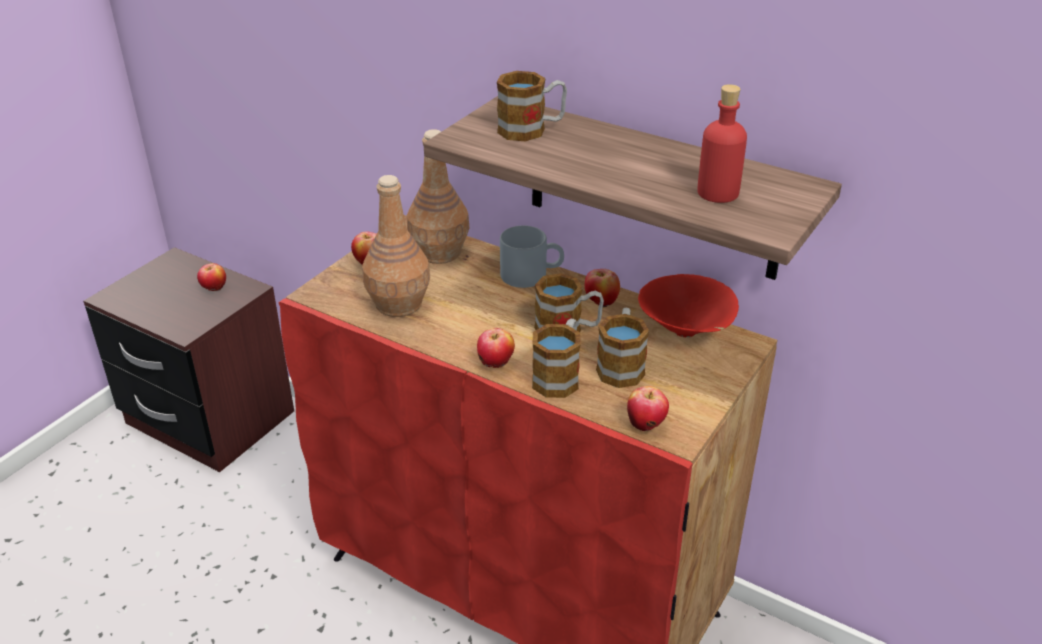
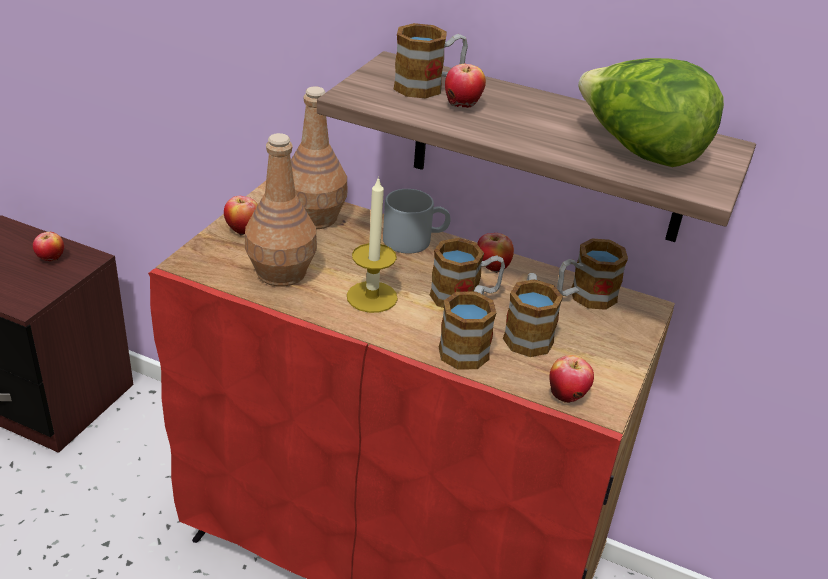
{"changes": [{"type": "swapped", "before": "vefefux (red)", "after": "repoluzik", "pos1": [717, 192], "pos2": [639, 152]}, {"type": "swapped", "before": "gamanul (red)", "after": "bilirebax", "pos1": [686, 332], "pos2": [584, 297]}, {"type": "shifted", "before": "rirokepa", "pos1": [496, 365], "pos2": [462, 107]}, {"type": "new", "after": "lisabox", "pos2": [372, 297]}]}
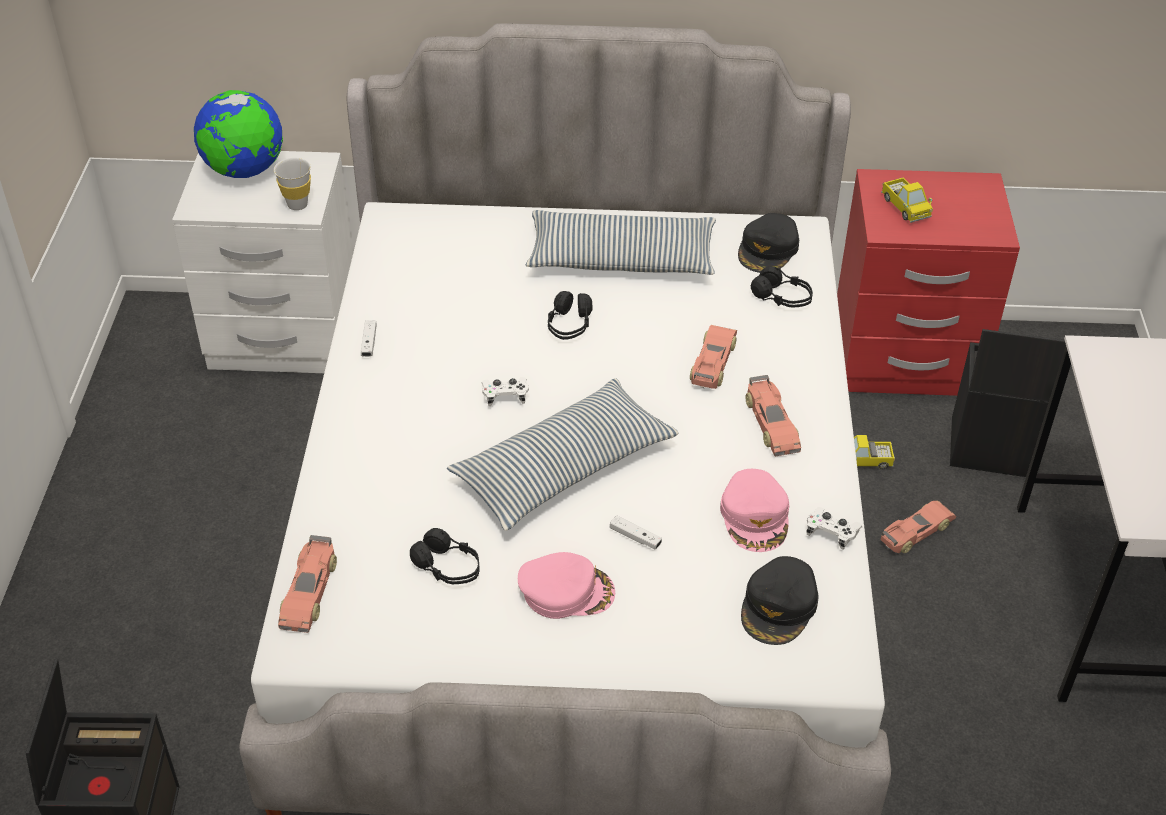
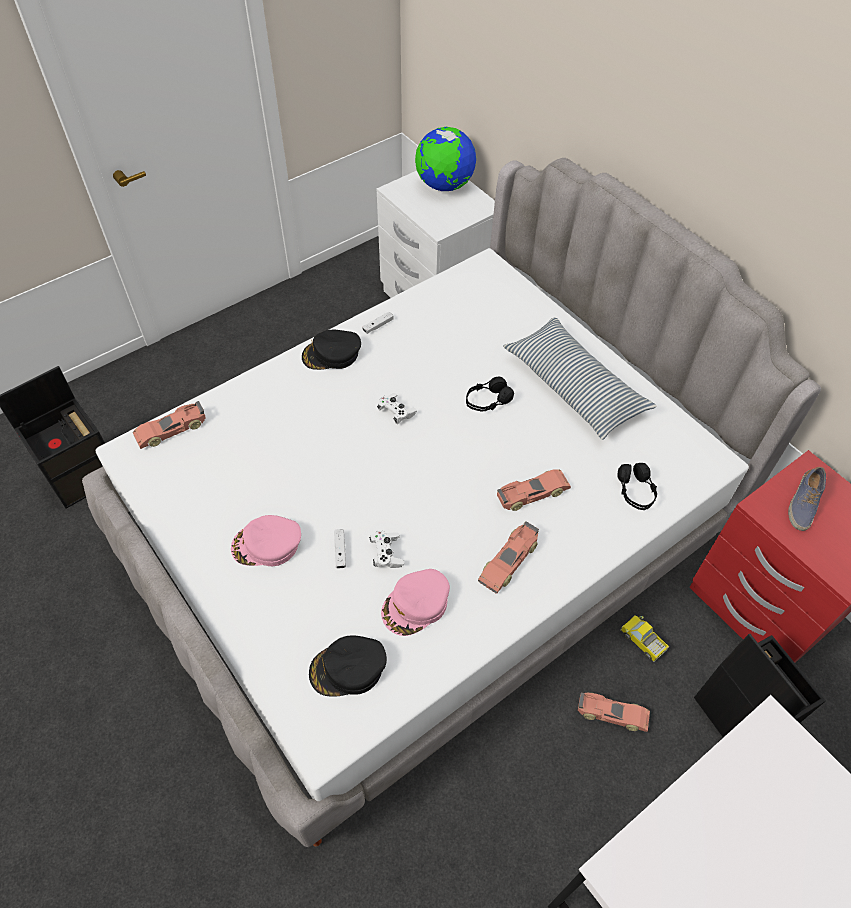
{"changes": [{"type": "gone", "before": "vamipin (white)", "pos1": [297, 204]}, {"type": "swapped", "before": "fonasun", "after": "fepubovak", "pos1": [905, 207], "pos2": [802, 503]}, {"type": "shifted", "before": "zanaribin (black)", "pos1": [768, 249], "pos2": [332, 354]}, {"type": "gone", "before": "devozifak", "pos1": [563, 468]}, {"type": "shifted", "before": "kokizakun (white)", "pos1": [831, 534], "pos2": [386, 553]}, {"type": "gone", "before": "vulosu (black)", "pos1": [448, 567]}, {"type": "rotated", "before": "zanaribin (pink)", "pos1": [566, 591], "pos2": [267, 545], "turn": 120}]}
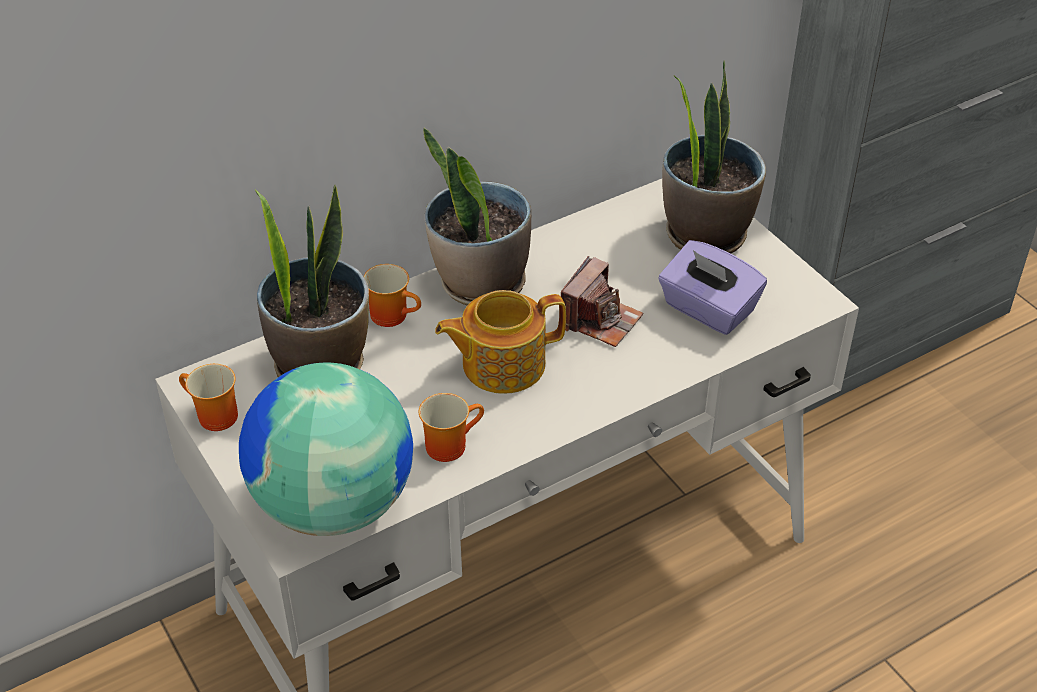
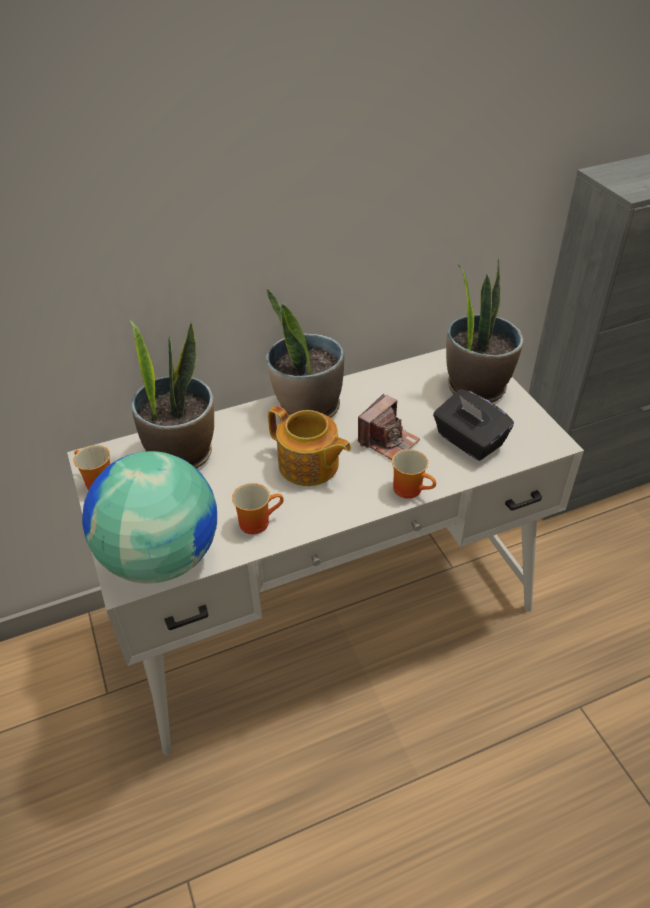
{"changes": [{"type": "repainted", "before": "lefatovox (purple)", "after": "lefatovox (black)", "pos1": [708, 310], "pos2": [468, 441]}, {"type": "shifted", "before": "bilirebax", "pos1": [394, 315], "pos2": [411, 488]}, {"type": "rotated", "before": "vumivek", "pos1": [501, 364], "pos2": [309, 466], "turn": -135}]}
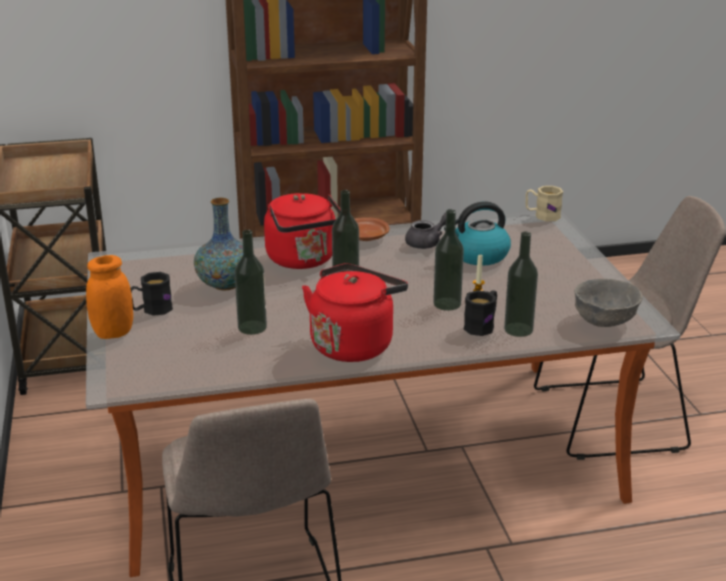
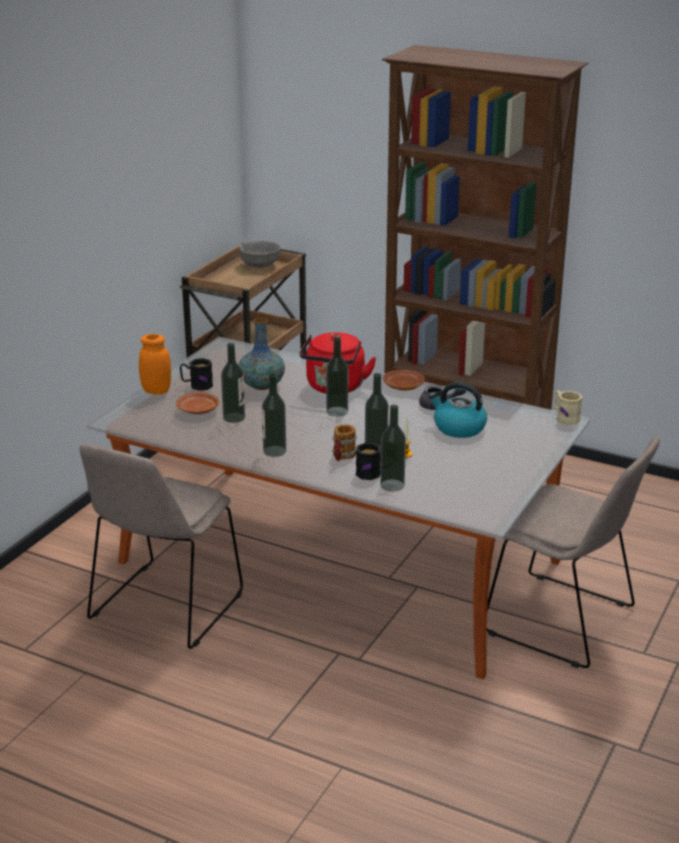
{"changes": [{"type": "swapped", "before": "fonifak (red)", "after": "vefefux", "pos1": [354, 344], "pos2": [274, 451]}, {"type": "shifted", "before": "gamanul (grey)", "pos1": [605, 321], "pos2": [259, 265]}, {"type": "new", "after": "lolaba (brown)", "pos2": [198, 410]}, {"type": "new", "after": "bilirebax", "pos2": [342, 456]}]}
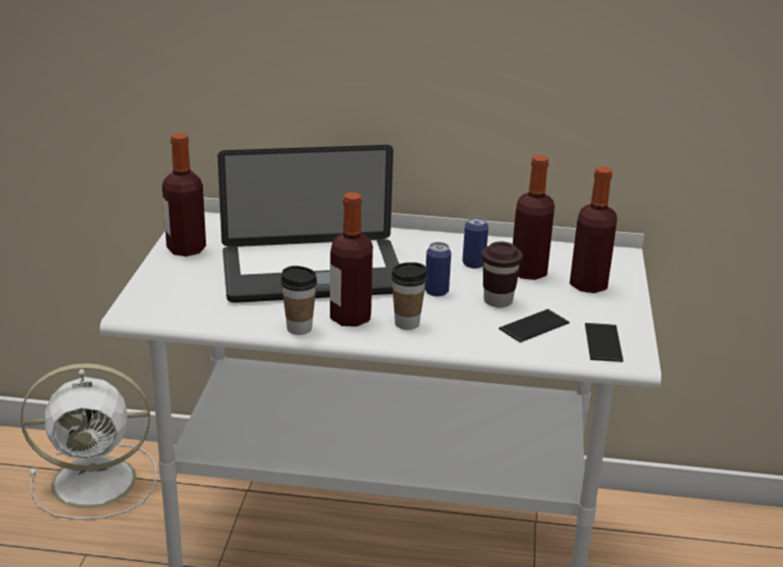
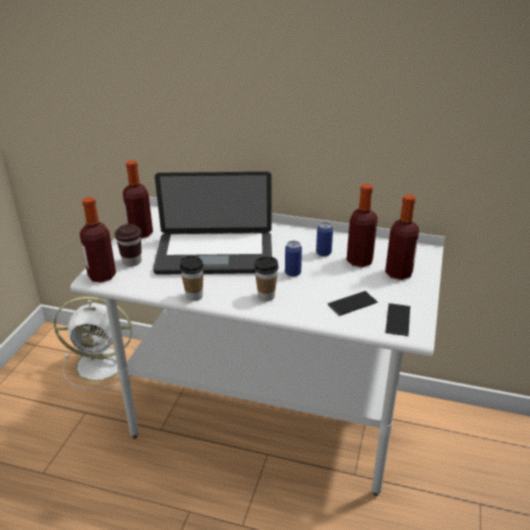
{"changes": [{"type": "shifted", "before": "vefefux", "pos1": [350, 318], "pos2": [102, 276]}, {"type": "shifted", "before": "vamipin (brown)", "pos1": [498, 301], "pos2": [132, 261]}]}
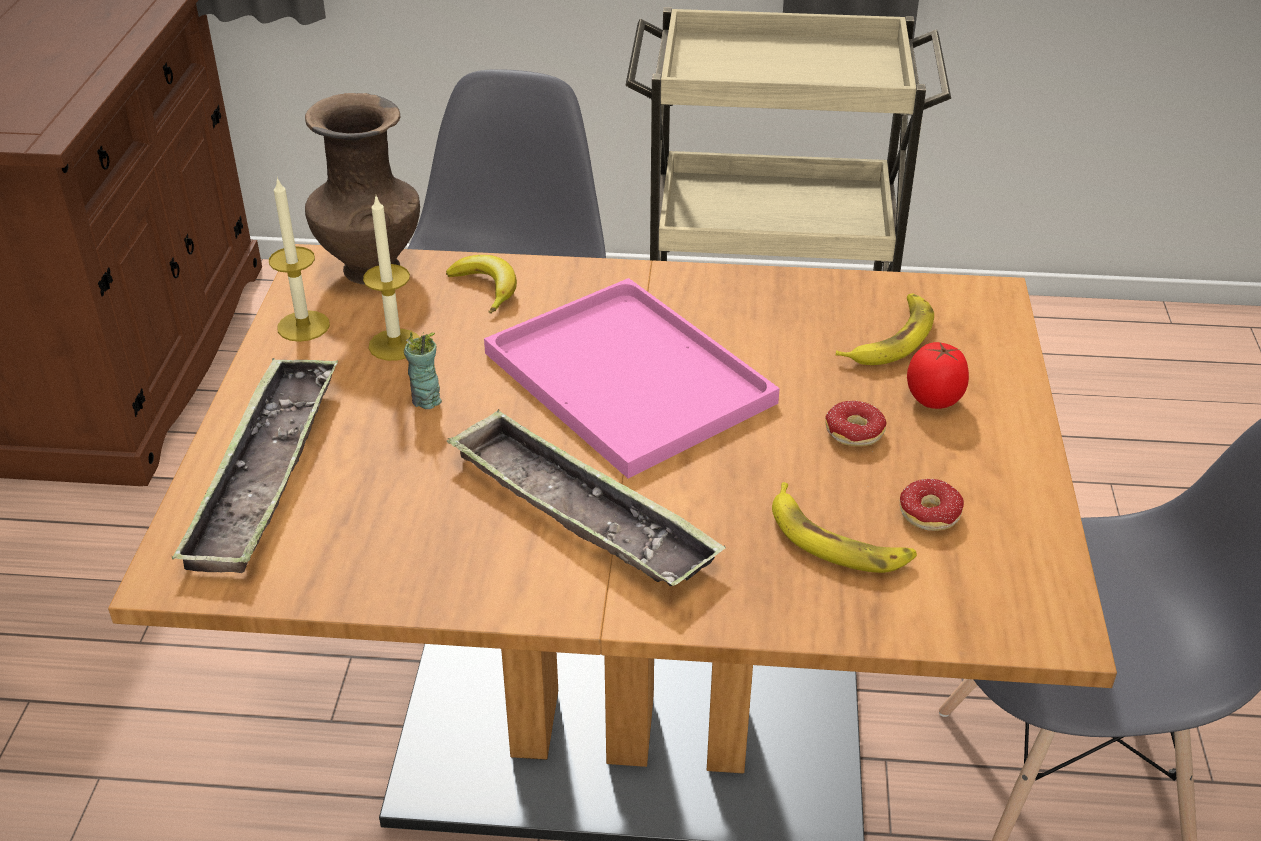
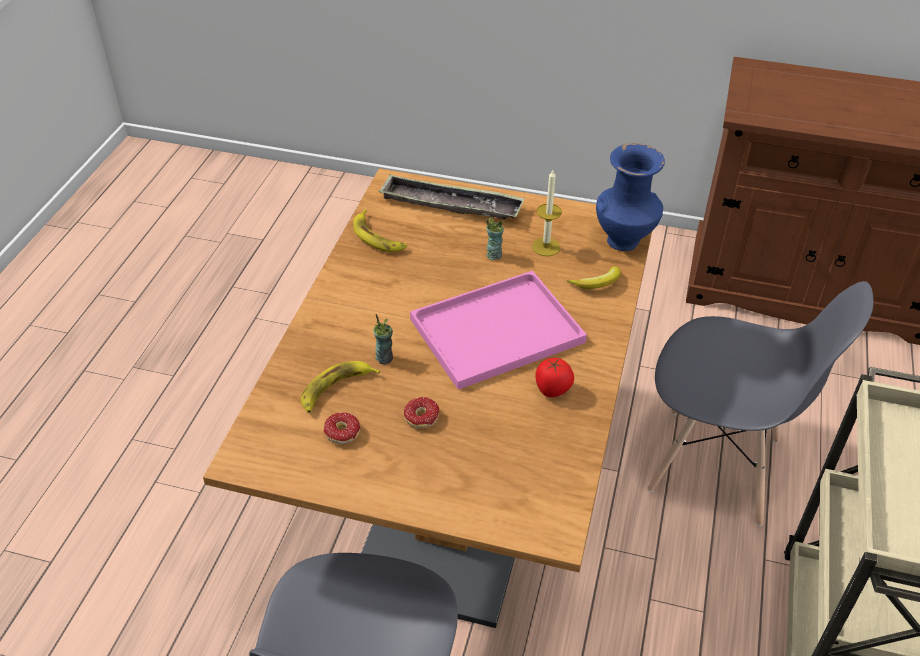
{"changes": [{"type": "repainted", "before": "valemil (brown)", "after": "valemil (blue)", "pos1": [370, 268], "pos2": [625, 240]}, {"type": "gone", "before": "lisabox", "pos1": [303, 326]}, {"type": "shifted", "before": "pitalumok", "pos1": [891, 338], "pos2": [378, 237]}, {"type": "shifted", "before": "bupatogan", "pos1": [934, 399], "pos2": [553, 390]}, {"type": "gone", "before": "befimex", "pos1": [580, 511]}, {"type": "new", "after": "vamipin", "pos2": [384, 358]}]}
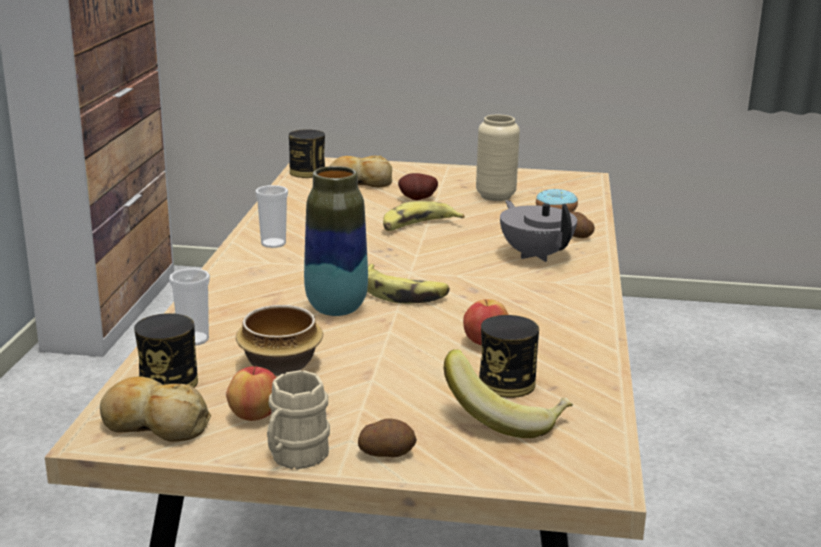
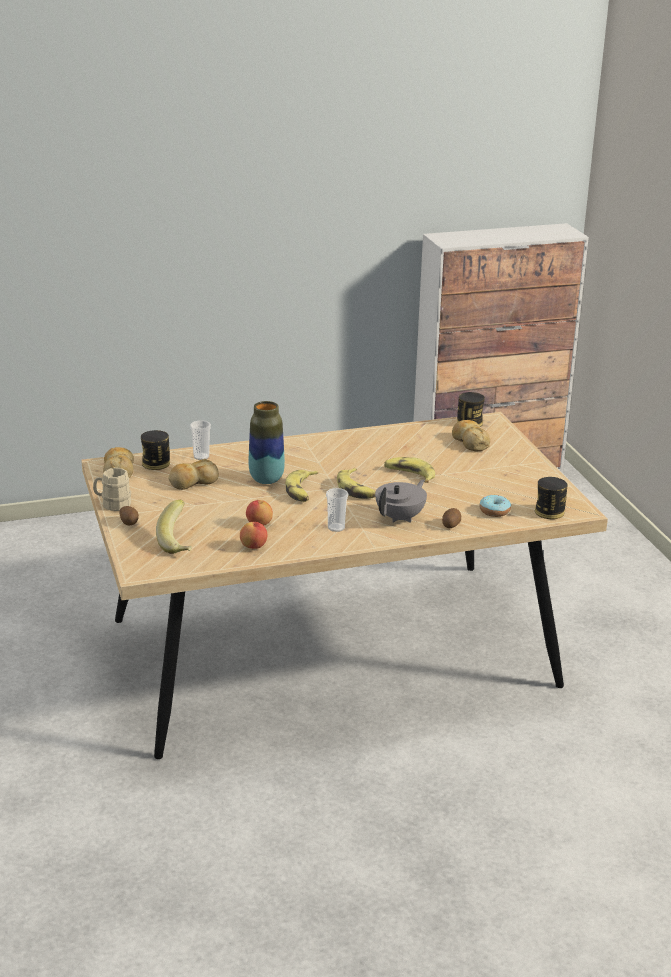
{"changes": [{"type": "gone", "before": "valemil (beige)", "pos1": [495, 196]}, {"type": "gone", "before": "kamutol", "pos1": [418, 200]}, {"type": "shifted", "before": "vamipin", "pos1": [273, 243], "pos2": [336, 528]}, {"type": "swapped", "before": "gamanul", "after": "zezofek", "pos1": [282, 364], "pos2": [193, 482]}, {"type": "shifted", "before": "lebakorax", "pos1": [506, 383], "pos2": [549, 512]}, {"type": "shifted", "before": "rirokepa", "pos1": [254, 416], "pos2": [254, 546]}, {"type": "new", "after": "pitalumok", "pos2": [356, 489]}]}
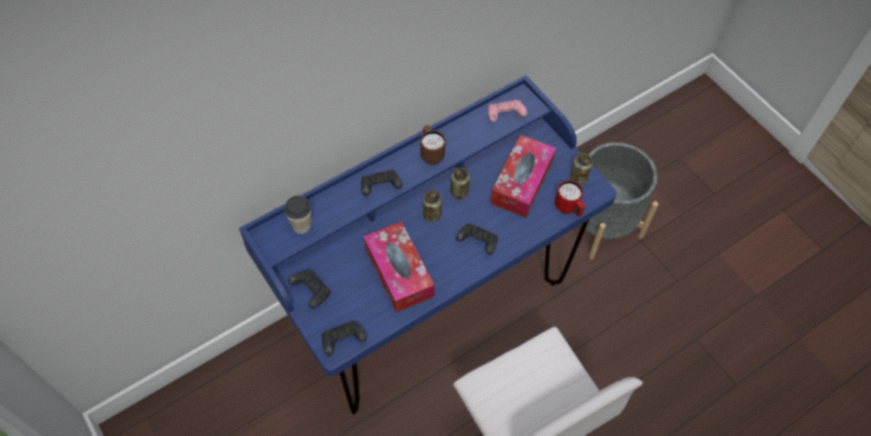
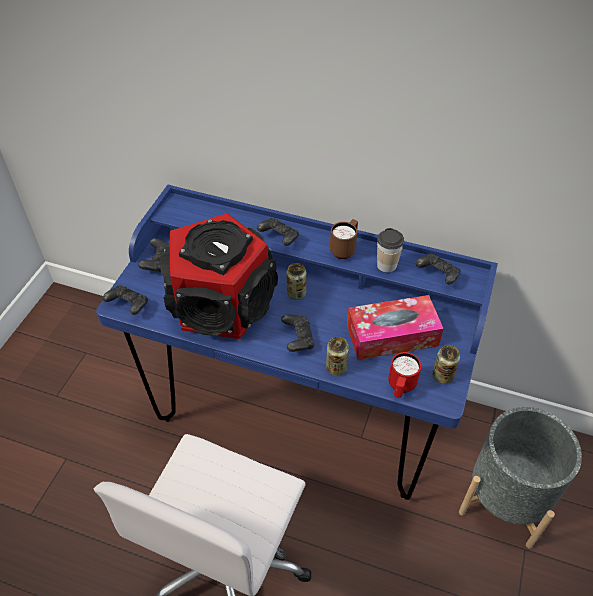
{"changes": [{"type": "repainted", "before": "kokizakun (pink)", "after": "kokizakun (black)", "pos1": [505, 116], "pos2": [437, 275]}, {"type": "shifted", "before": "lebakorax", "pos1": [459, 192], "pos2": [336, 368]}, {"type": "shifted", "before": "vamipin", "pos1": [301, 225], "pos2": [386, 265]}, {"type": "swapped", "before": "lefatovox", "after": "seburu", "pos1": [399, 272], "pos2": [221, 304]}]}
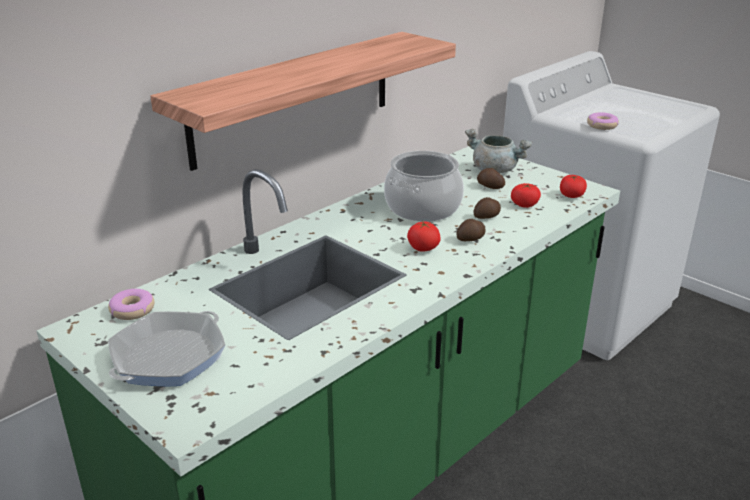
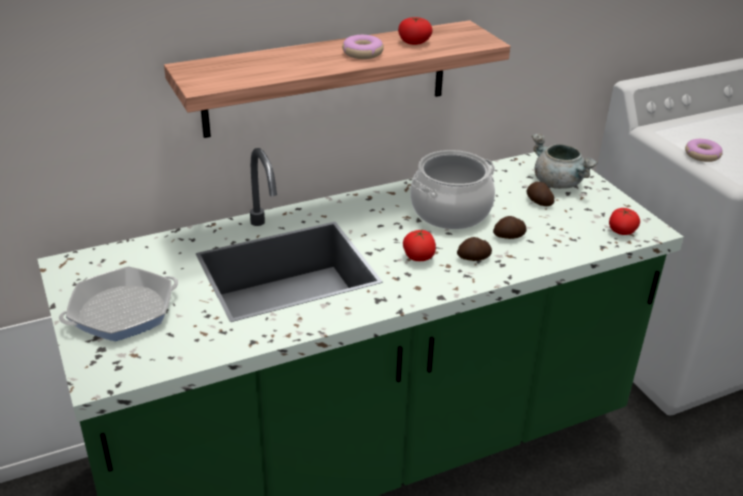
{"changes": [{"type": "shifted", "before": "bupatogan", "pos1": [524, 204], "pos2": [414, 42]}, {"type": "shifted", "before": "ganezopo", "pos1": [132, 310], "pos2": [362, 53]}]}
